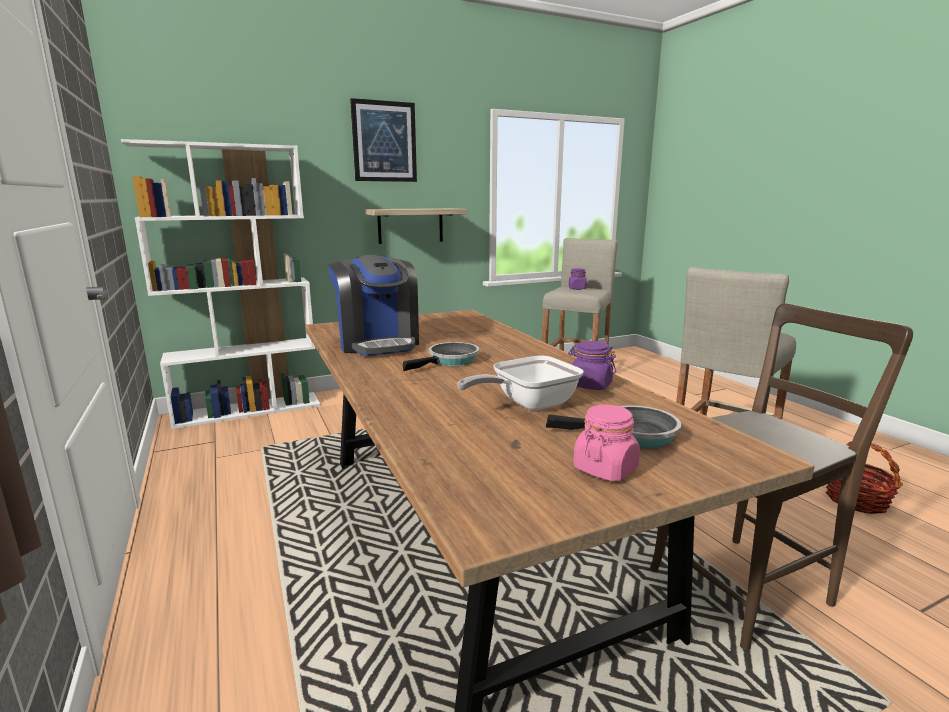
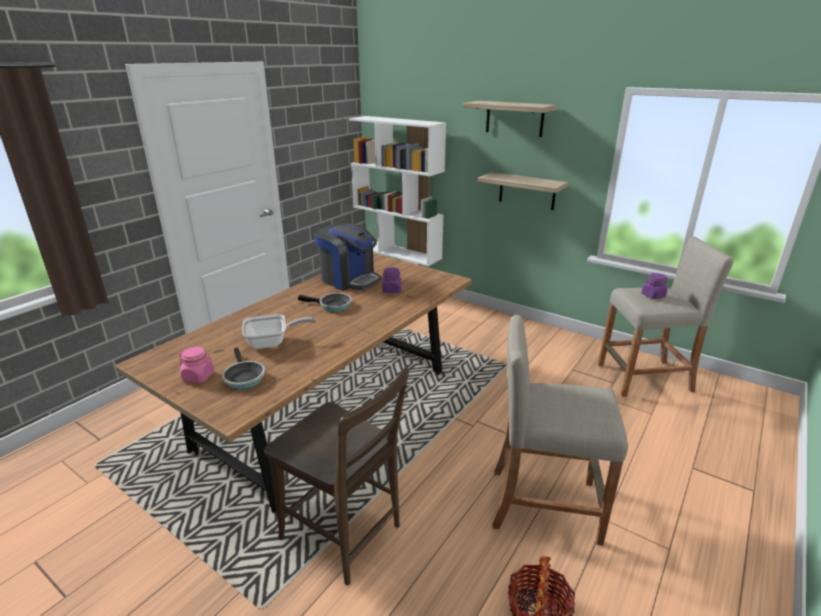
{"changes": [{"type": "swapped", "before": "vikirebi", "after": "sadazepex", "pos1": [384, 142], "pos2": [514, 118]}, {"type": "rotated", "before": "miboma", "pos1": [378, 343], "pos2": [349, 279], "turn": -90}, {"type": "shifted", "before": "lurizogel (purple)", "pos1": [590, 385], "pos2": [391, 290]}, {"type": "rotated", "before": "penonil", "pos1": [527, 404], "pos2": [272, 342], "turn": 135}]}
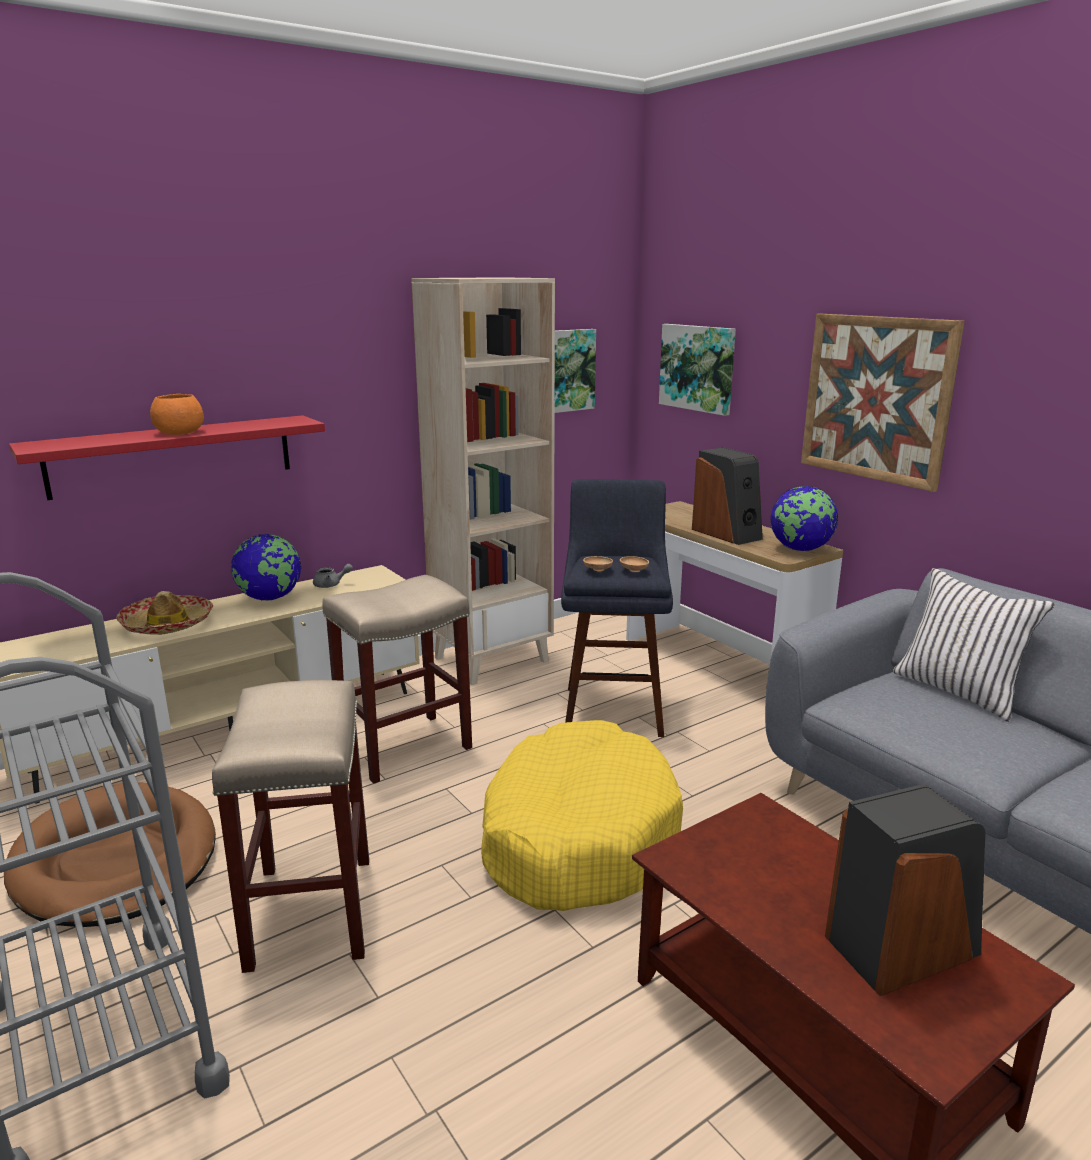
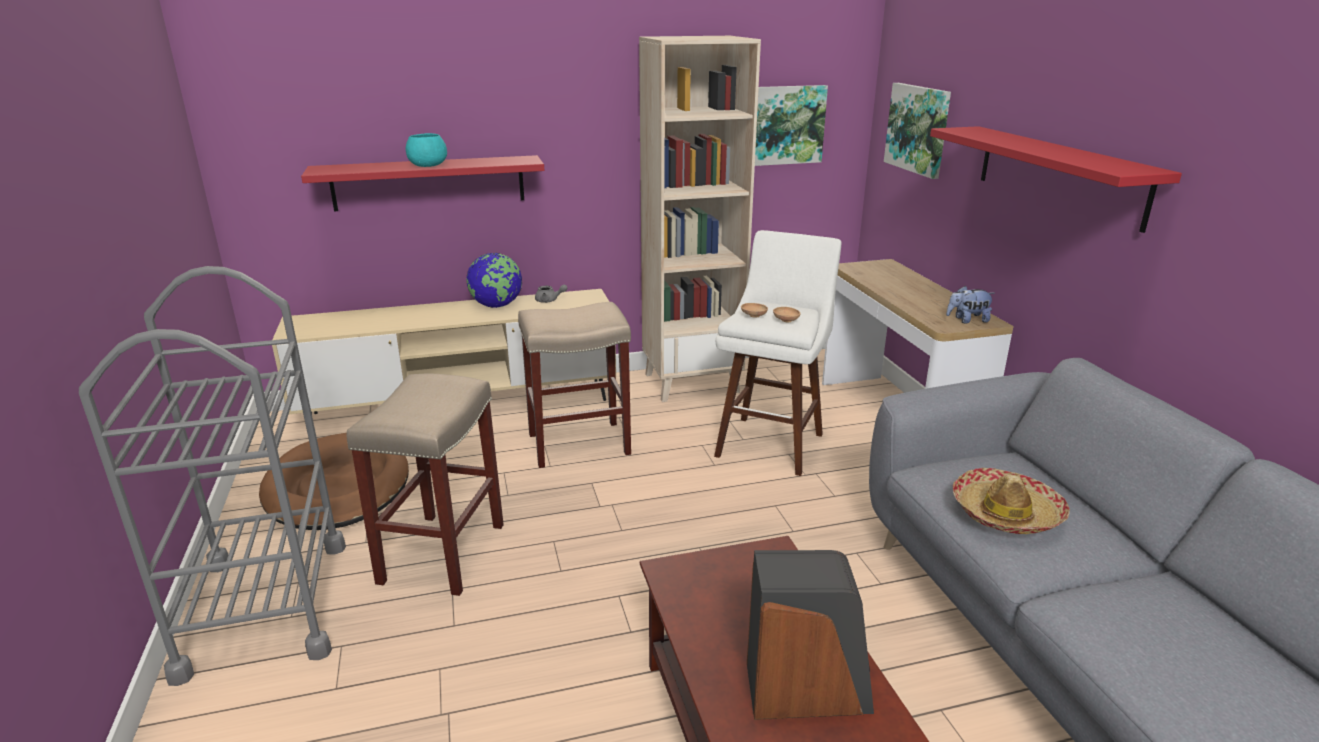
{"changes": [{"type": "swapped", "before": "vikirebi", "after": "sadazepex (red)", "pos1": [876, 398], "pos2": [1059, 174]}, {"type": "repainted", "before": "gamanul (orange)", "after": "gamanul (turquoise)", "pos1": [178, 433], "pos2": [427, 165]}, {"type": "gone", "before": "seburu", "pos1": [727, 533]}, {"type": "repainted", "before": "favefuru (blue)", "after": "favefuru (white)", "pos1": [613, 707], "pos2": [772, 441]}, {"type": "swapped", "before": "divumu", "after": "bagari", "pos1": [800, 549], "pos2": [967, 320]}, {"type": "gone", "before": "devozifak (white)", "pos1": [959, 691]}, {"type": "shifted", "before": "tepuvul", "pos1": [167, 624], "pos2": [1006, 513]}, {"type": "gone", "before": "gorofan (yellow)", "pos1": [577, 836]}]}
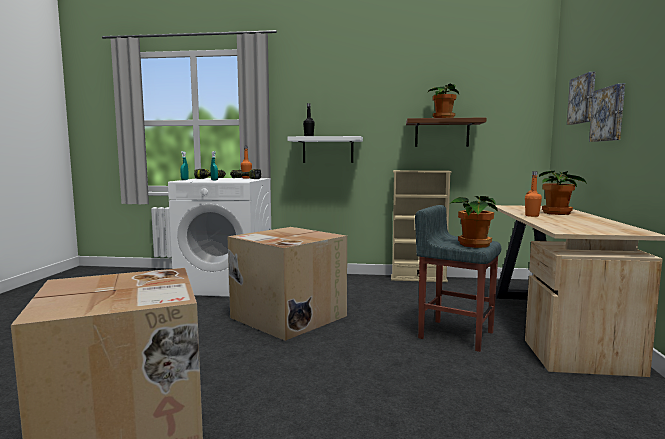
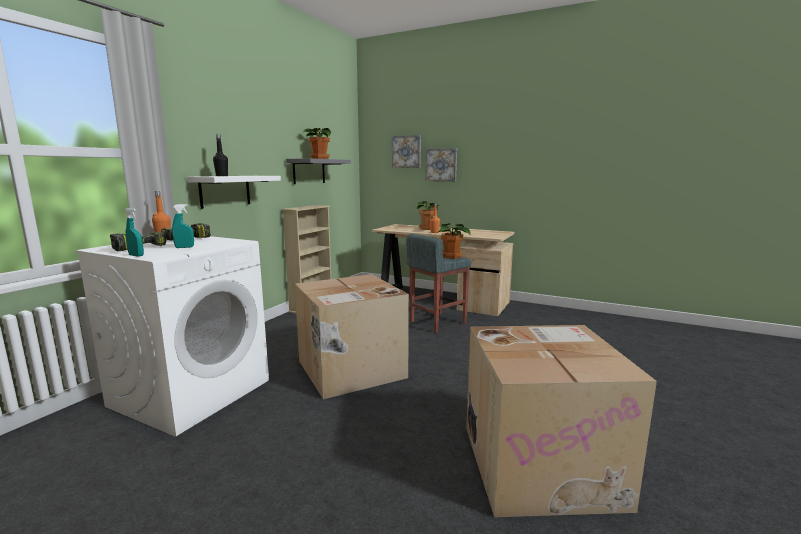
{"changes": [{"type": "repainted", "before": "sadazepex (brown)", "after": "sadazepex (grey)", "pos1": [442, 133], "pos2": [309, 171]}]}
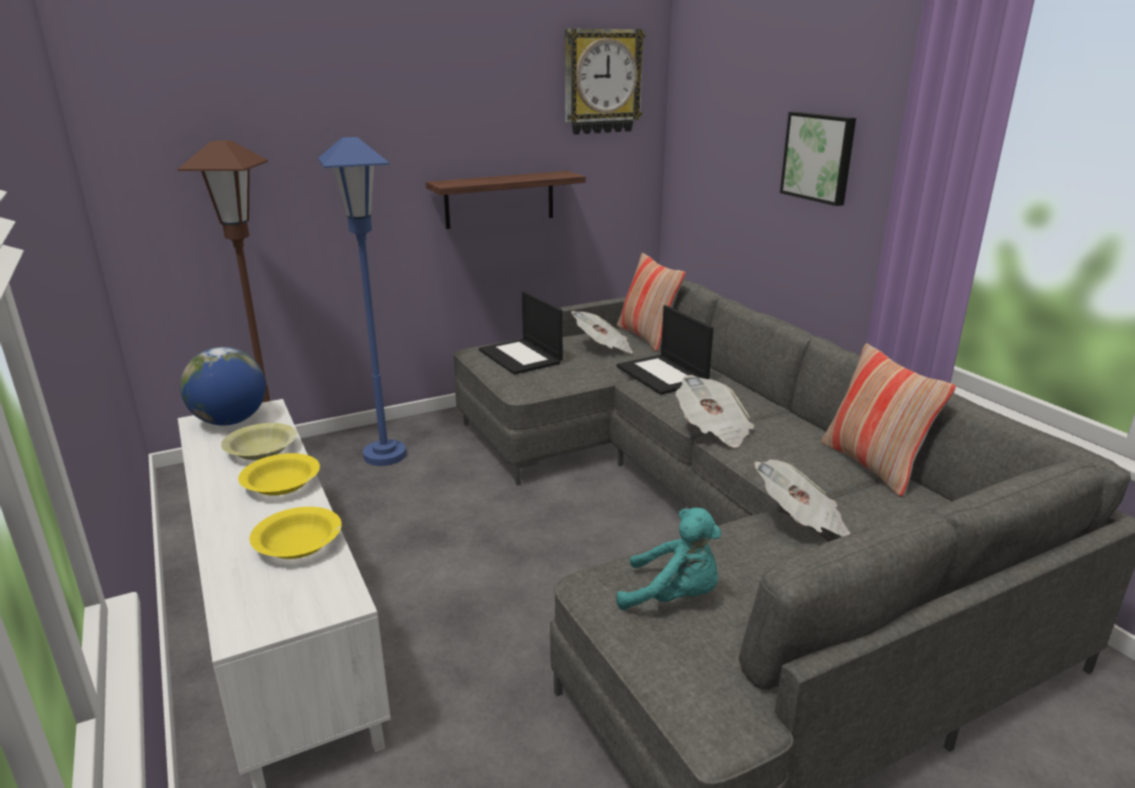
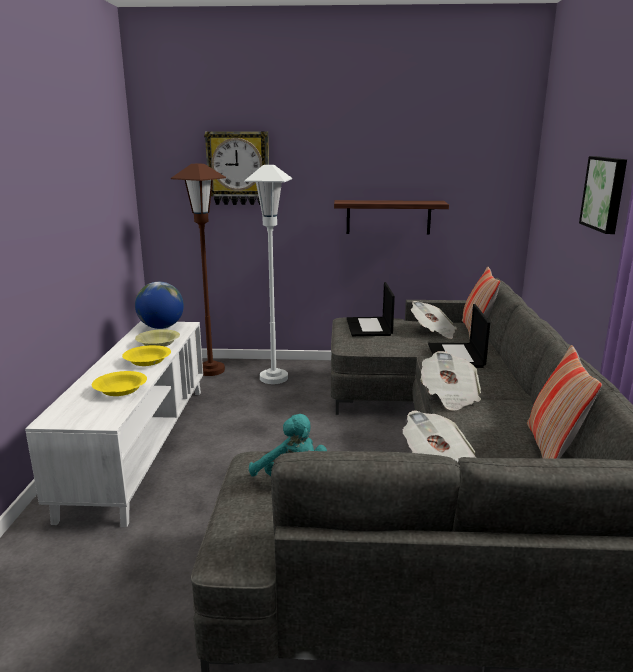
{"changes": [{"type": "shifted", "before": "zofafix", "pos1": [601, 82], "pos2": [238, 168]}, {"type": "repainted", "before": "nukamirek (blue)", "after": "nukamirek (white)", "pos1": [385, 455], "pos2": [274, 378]}]}
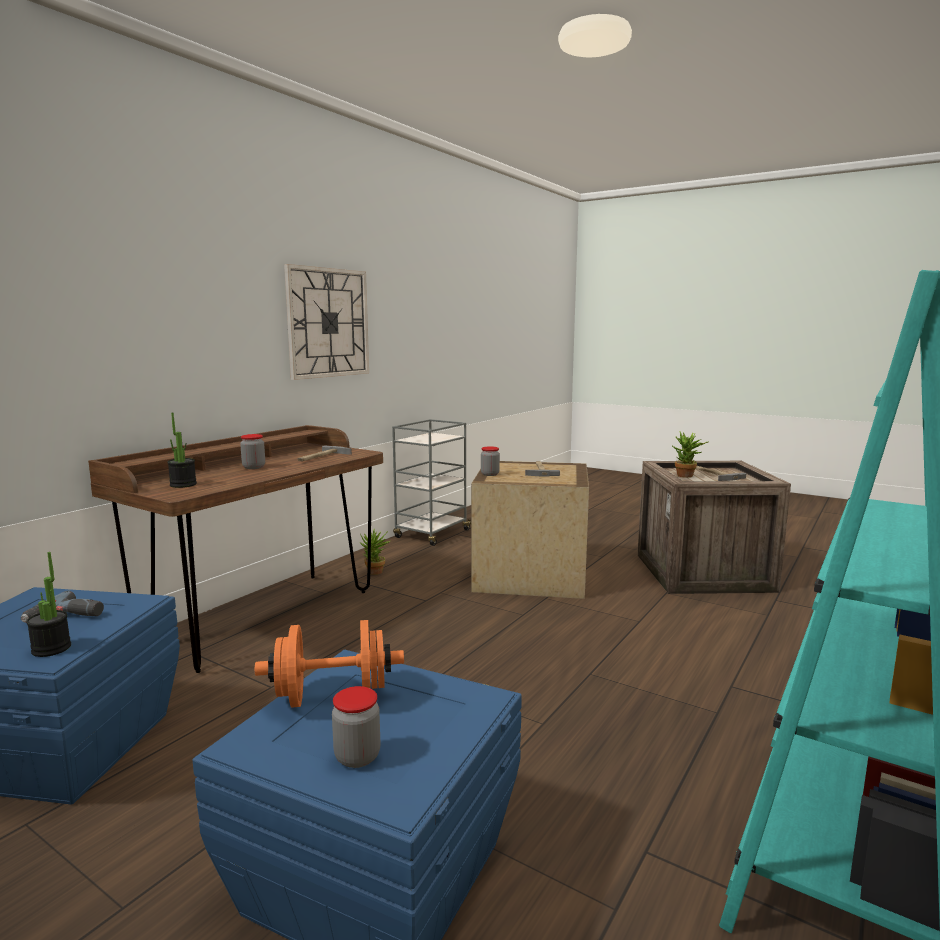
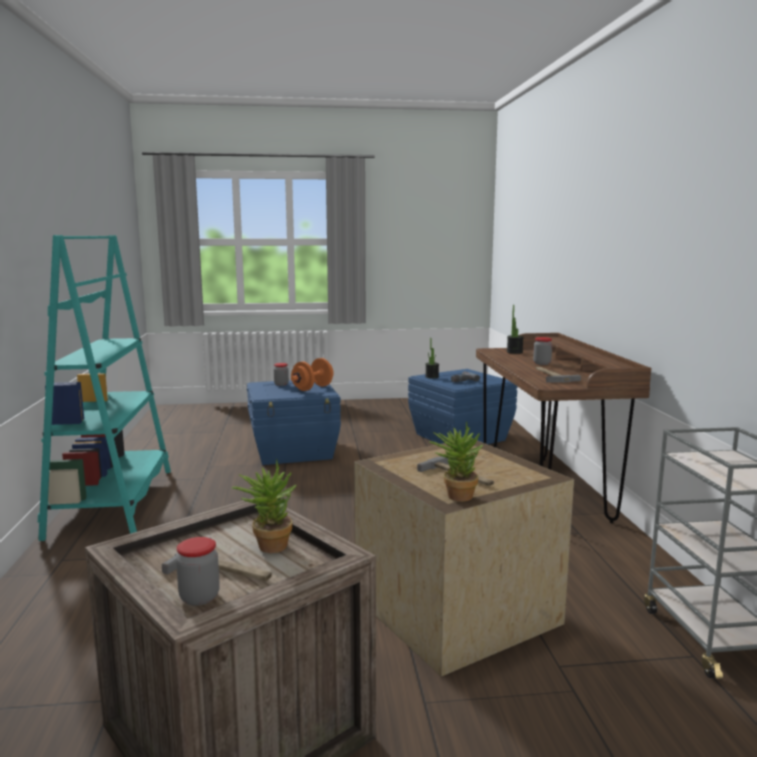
{"changes": [{"type": "gone", "before": "zofafix", "pos1": [328, 323]}, {"type": "shifted", "before": "lurizogel", "pos1": [490, 474], "pos2": [199, 597]}, {"type": "shifted", "before": "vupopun", "pos1": [375, 573], "pos2": [455, 495]}]}
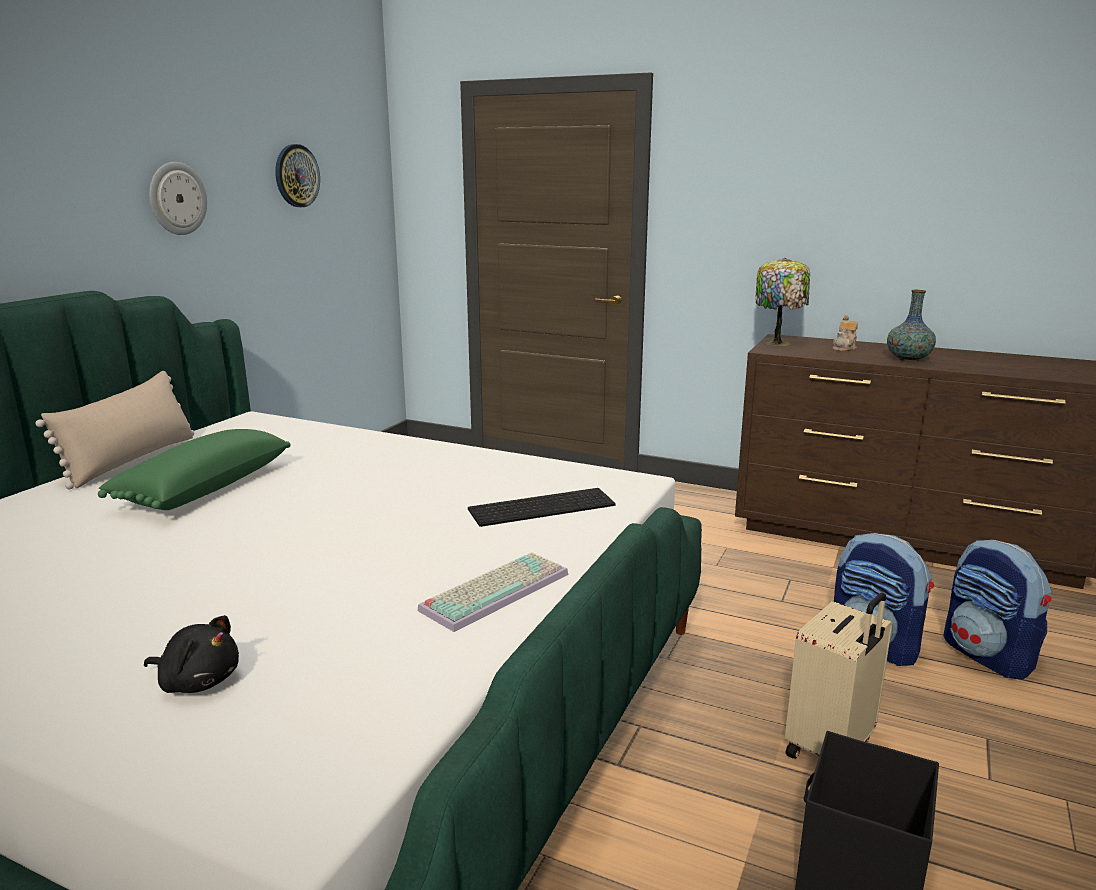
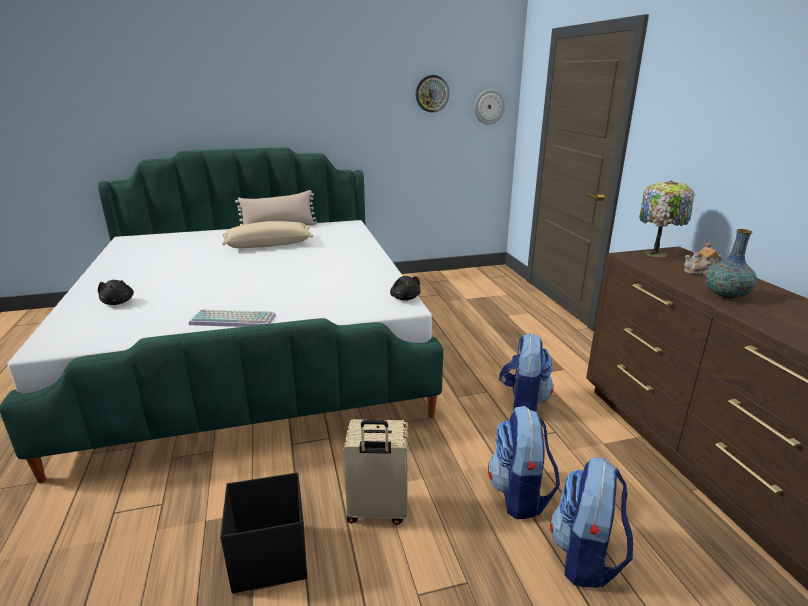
{"changes": [{"type": "shifted", "before": "zofafix", "pos1": [177, 198], "pos2": [489, 106]}, {"type": "repainted", "before": "devozifak (green)", "after": "devozifak (beige)", "pos1": [202, 488], "pos2": [268, 245]}, {"type": "gone", "before": "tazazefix", "pos1": [542, 506]}, {"type": "new", "after": "bagari (black)", "pos2": [405, 298]}, {"type": "new", "after": "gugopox", "pos2": [523, 403]}]}
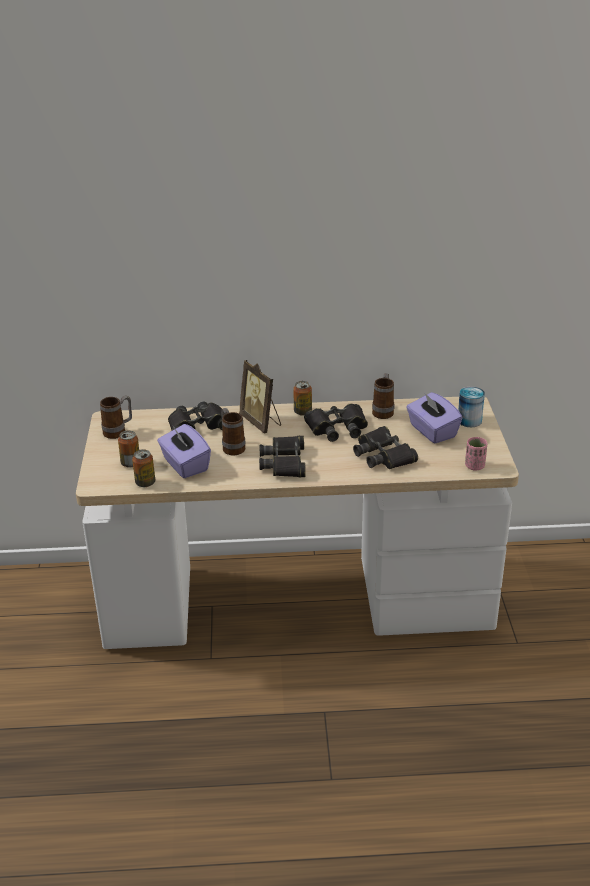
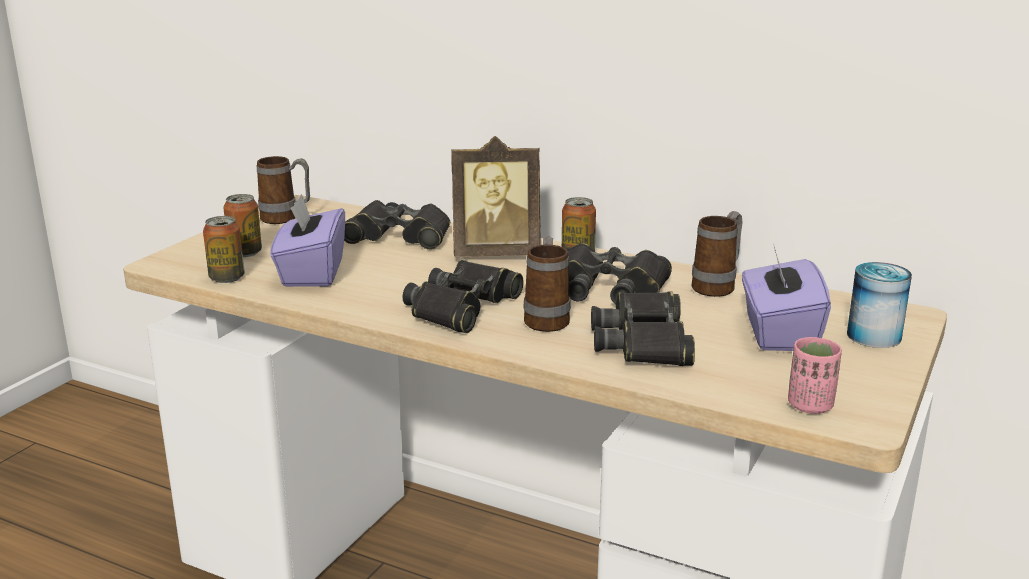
{"changes": [{"type": "rotated", "before": "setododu", "pos1": [261, 422], "pos2": [496, 253], "turn": -90}, {"type": "shifted", "before": "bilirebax", "pos1": [232, 447], "pos2": [547, 318]}]}
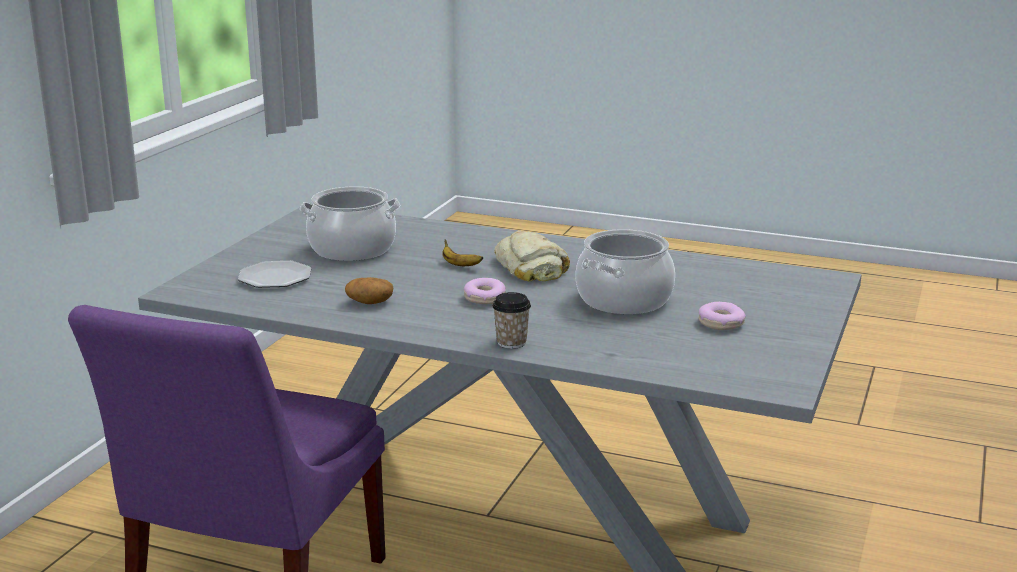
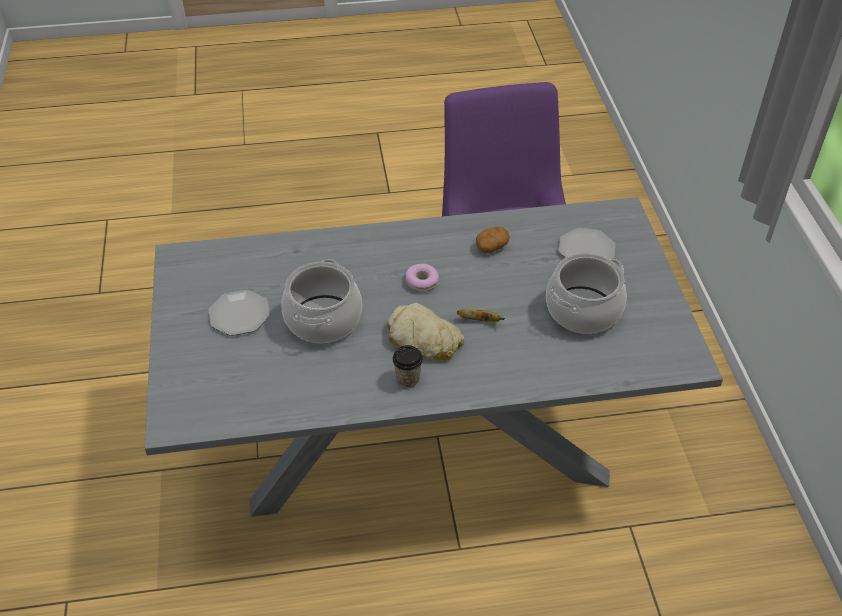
{"changes": [{"type": "shifted", "before": "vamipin", "pos1": [511, 342], "pos2": [408, 379]}, {"type": "swapped", "before": "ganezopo", "after": "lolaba", "pos1": [721, 323], "pos2": [239, 314]}]}
